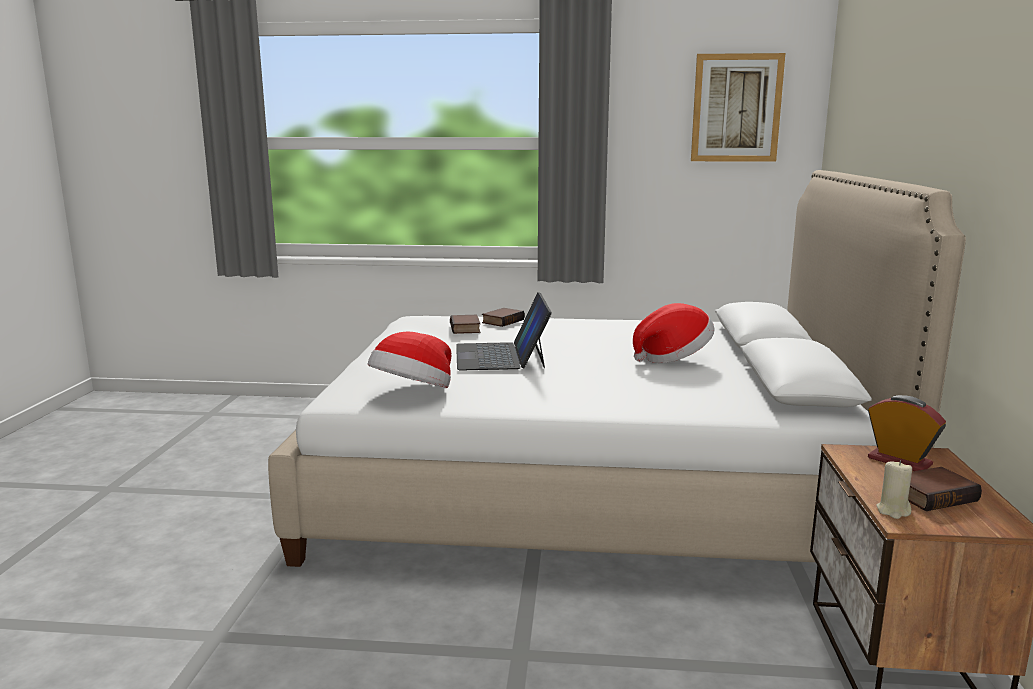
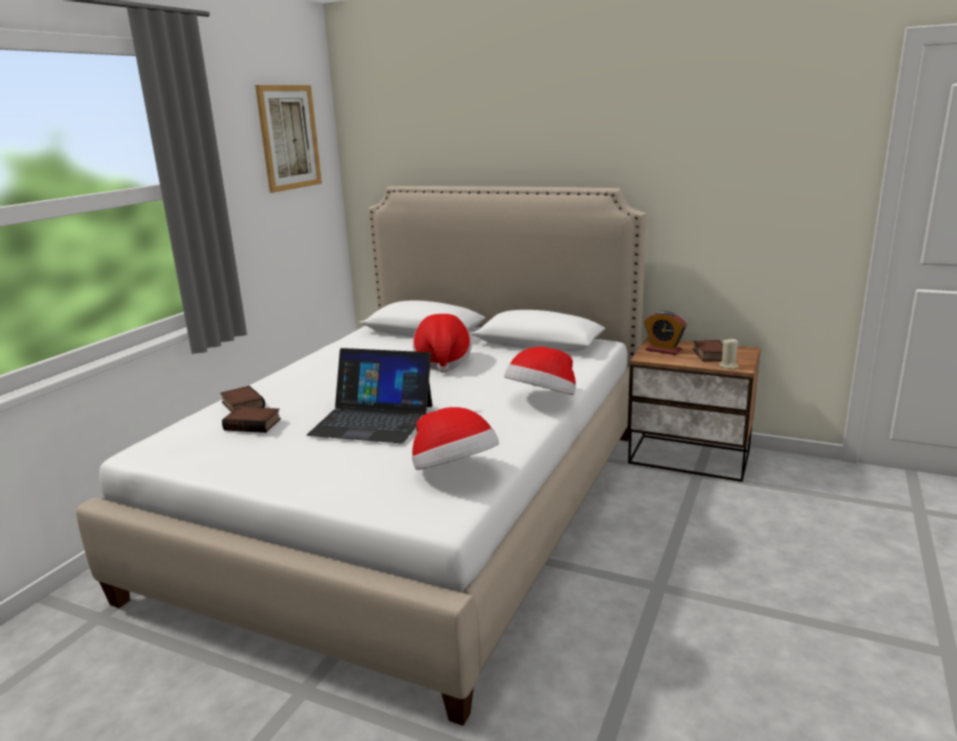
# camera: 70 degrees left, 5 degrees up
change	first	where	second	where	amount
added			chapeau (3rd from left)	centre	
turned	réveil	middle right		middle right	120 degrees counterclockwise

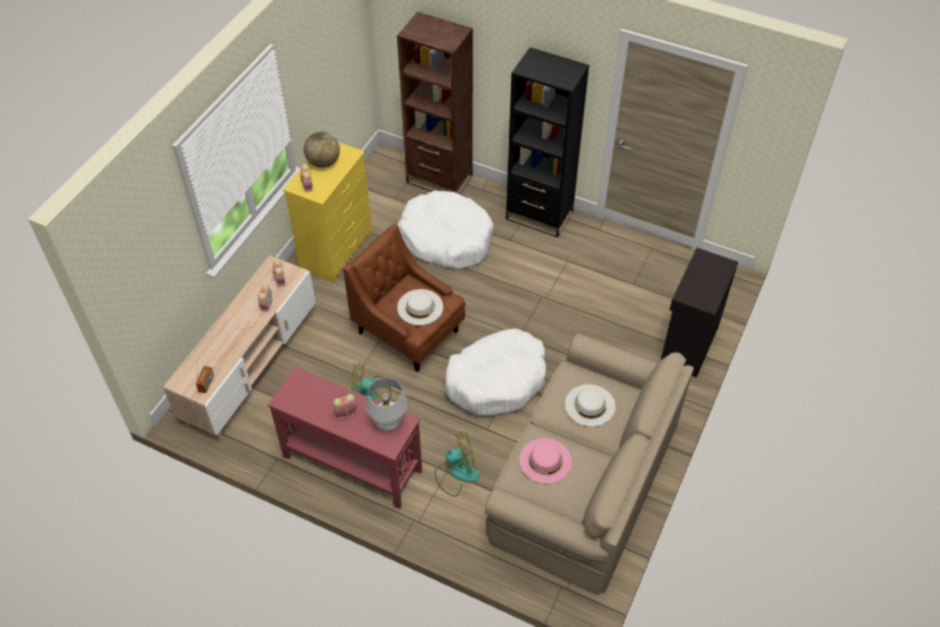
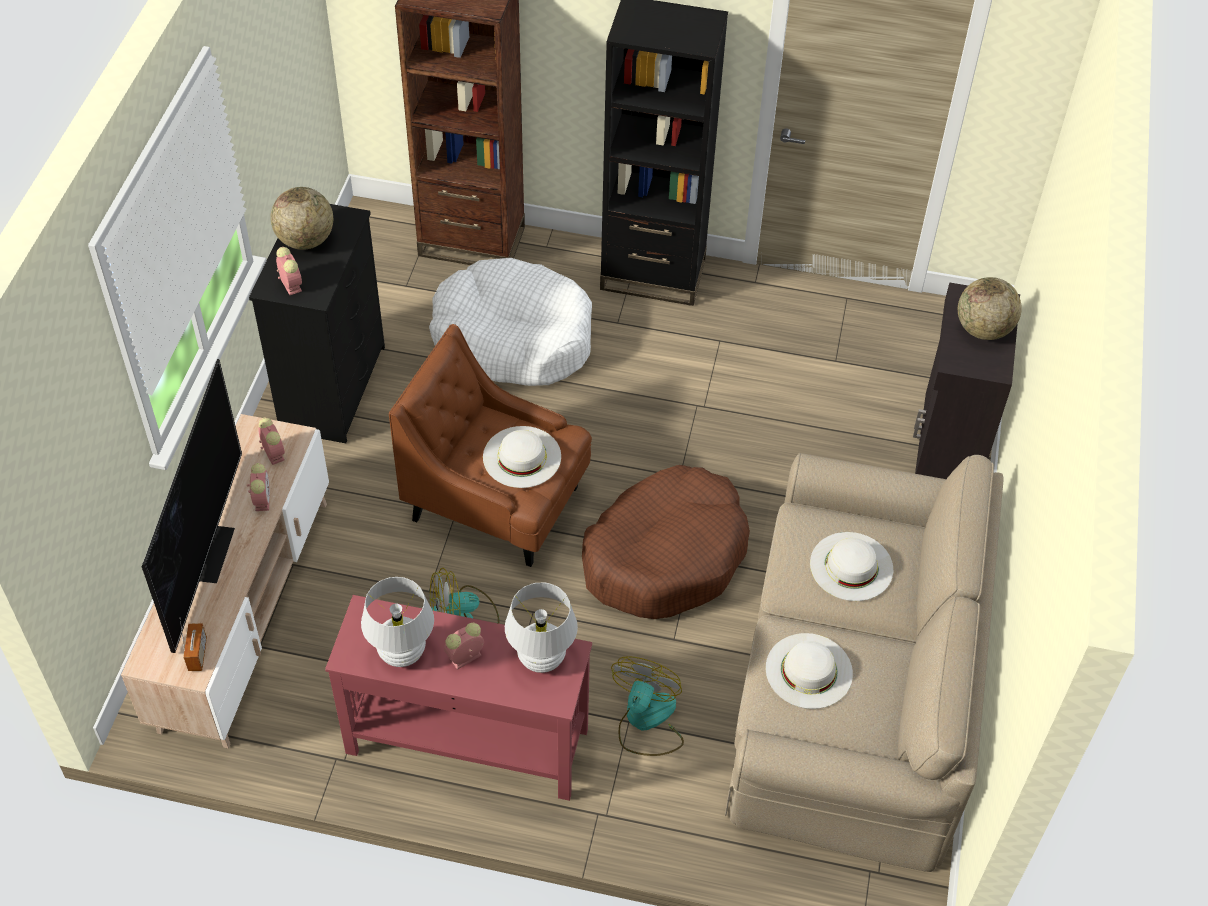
# camera: 15 degrees left, 0 degrees up
change	first	where	second	where	amount
added			téléviseur	middle left	
added			lampe de table [blanc] (1st from left)	bottom left	
added			globe (2nd from left)	middle right	
recoloured	commode [jaune]	centre	commode [noir]	middle left	
recoloured	panier pour chien [blanc] (2nd from left)	centre	panier pour chien [marron]	centre	
recoloured	chapeau [rose]	bottom centre	chapeau [blanc] (2nd from left)	bottom right	
turned	ventilateur (2nd from left)	bottom centre		bottom centre	45 degrees counterclockwise

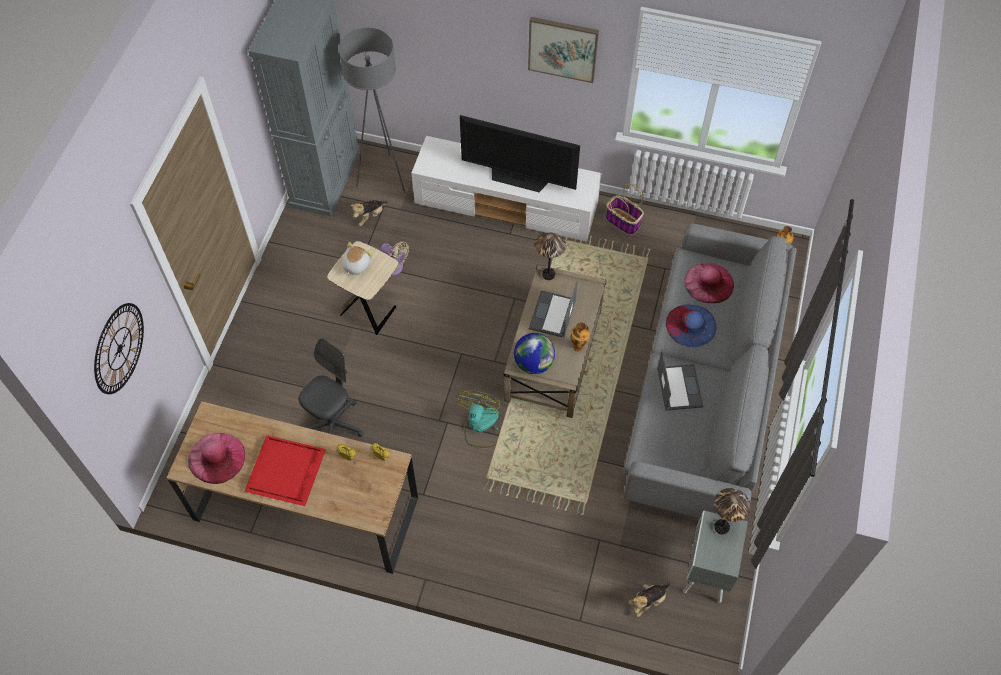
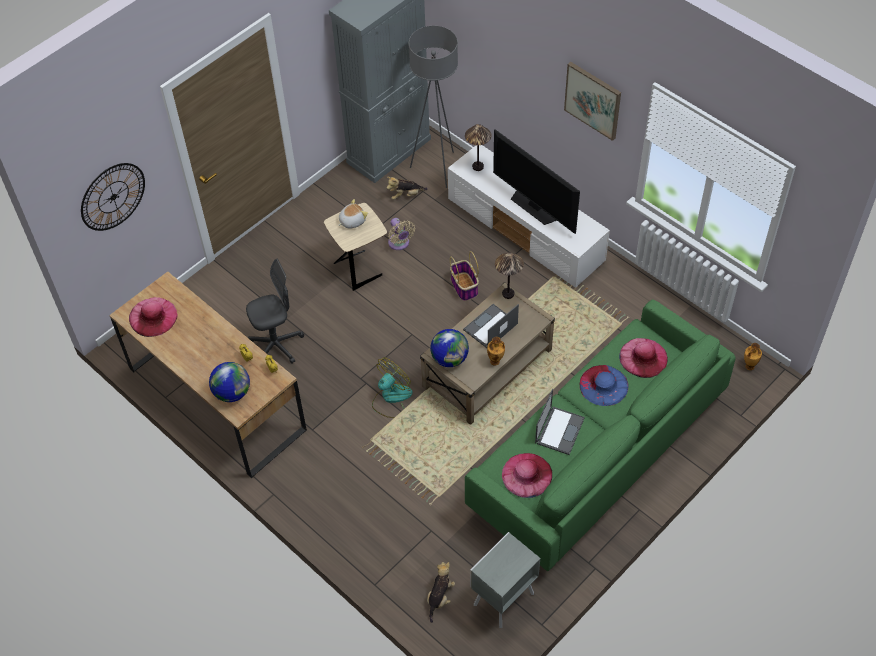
# camera: 30 degrees right, 5 degrees down
change	first	where	second	where	amount
removed	plateau [rouge]	bottom left			
added			globe (1st from left)	middle left	
added			chapeau [rose] (2nd from left)	bottom centre	
moved	panier	top centre		centre	
moved	lampe de table (2nd from left in the first image)	bottom right	lampe de table (1st from left)	top centre	
recoloured	canapé [gris]	middle right	canapé [vert]	middle right	
turned	peluche (3rd from left)	bottom centre		bottom centre	120 degrees clockwise

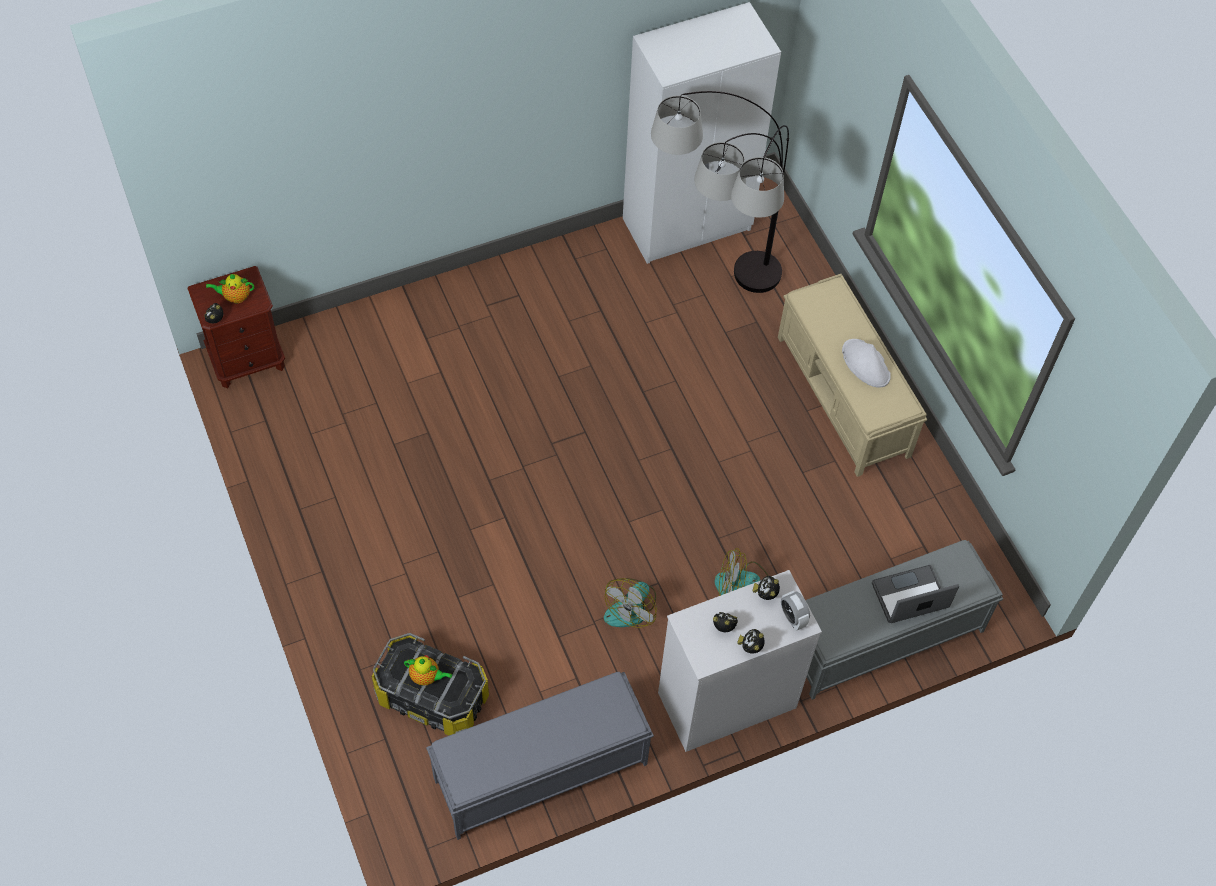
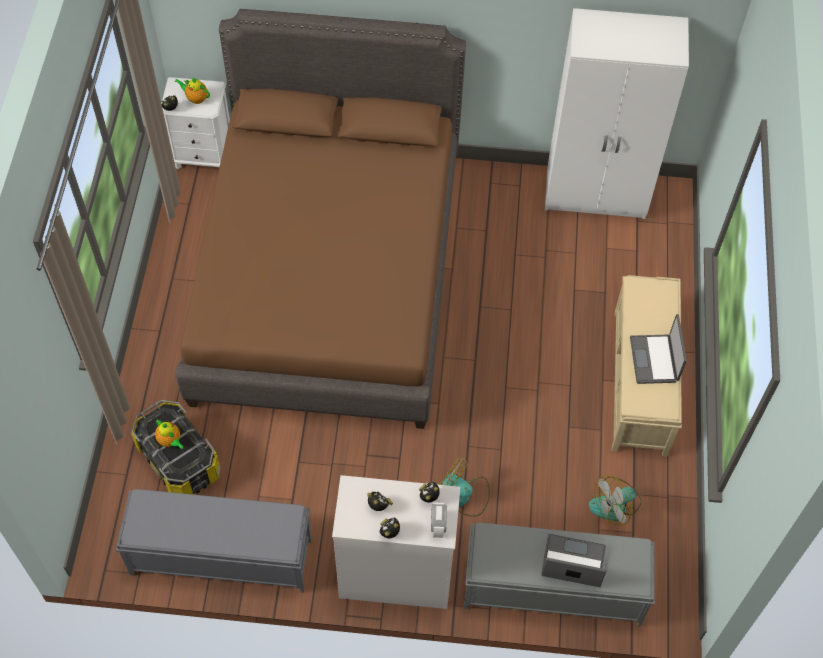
# camera: 30 degrees right, 0 degrees up
change	first	where	second	where	amount
removed	lampadaire	top centre			
added			lit [marron]	top centre	
moved	ventilateur (1st from left in the first image)	bottom centre	ventilateur (2nd from left)	bottom right	
replaced	chapeau [blanc]	middle right	ordinateur portable (2nd from left)	middle right	
recoloured	table de chevet [marron]	middle left	table de chevet [blanc]	top left	

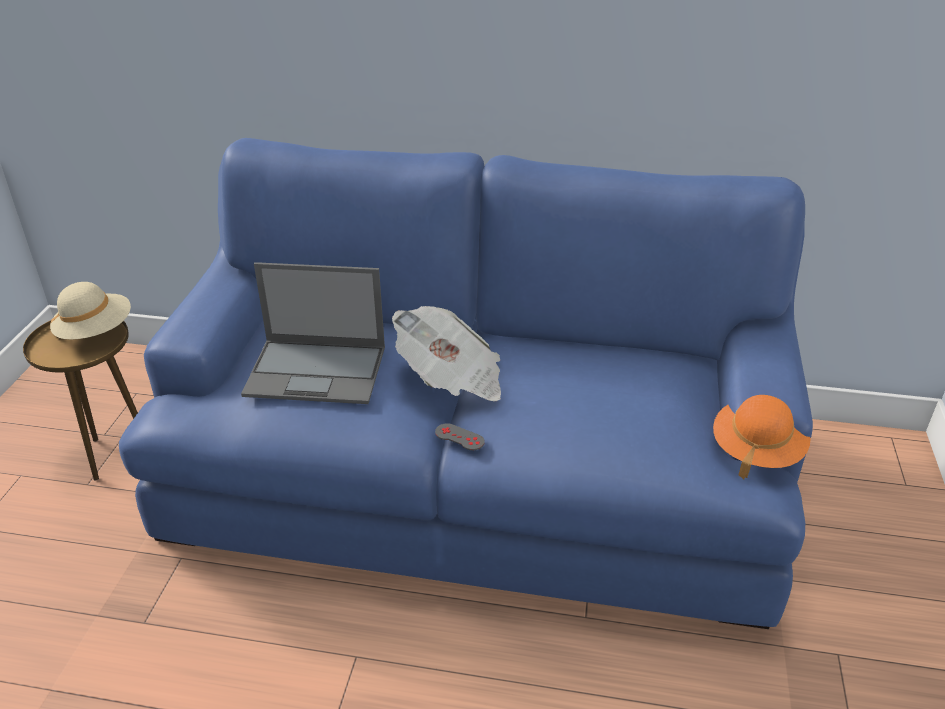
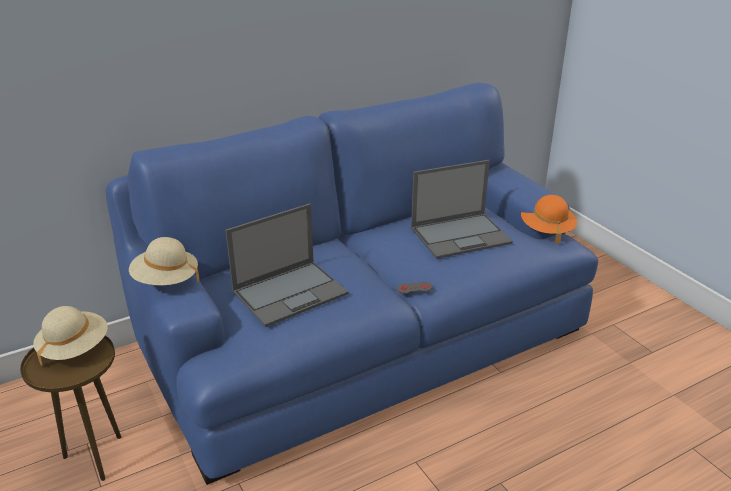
# camera: 40 degrees left, 5 degrees down
change	first	where	second	where	amount
removed	journal	centre			
added			chapeau [beige] (2nd from left)	middle left	
added			ordinateur portable (2nd from left)	centre	

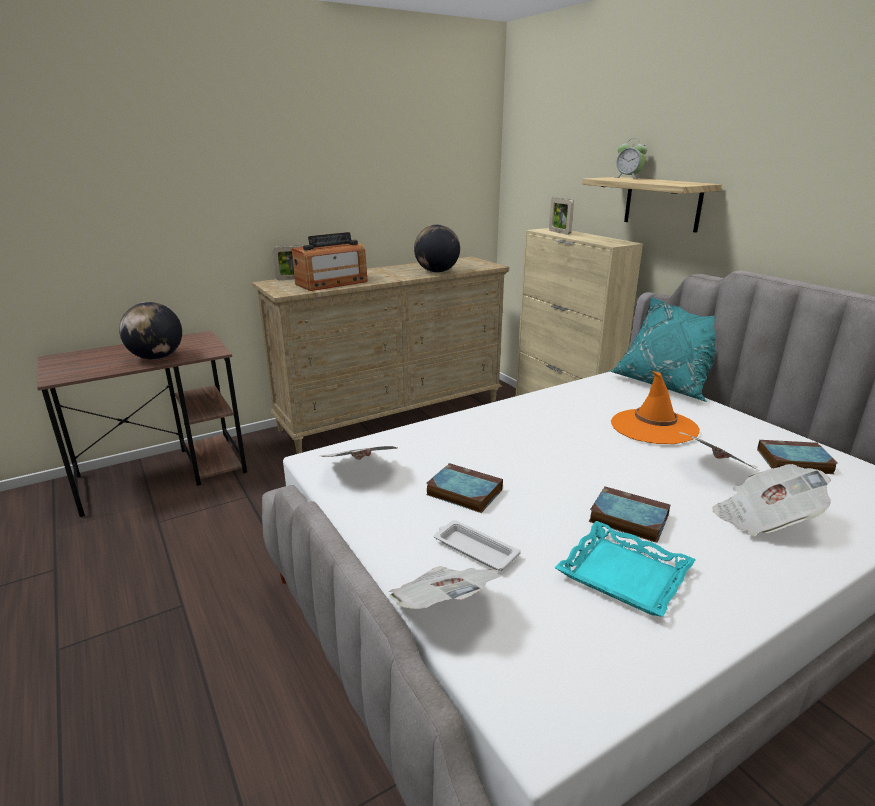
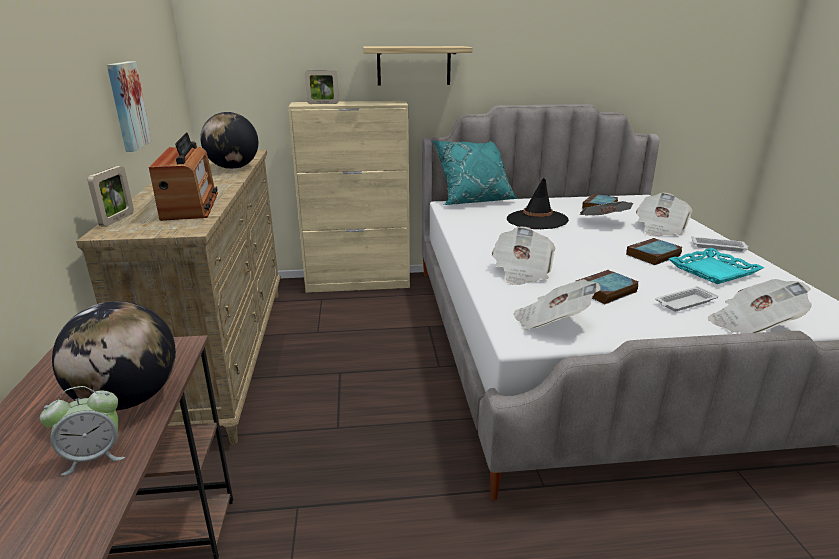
# camera: 65 degrees left, 0 degrees up
change	first	where	second	where	amount
added			tableau	top left	
added			journal (1st from left)	centre	
added			plateau [blanc] (2nd from left)	middle right	
moved	réveil	top right		bottom left	
recoloured	chapeau [orange]	middle right	chapeau [noir]	centre	

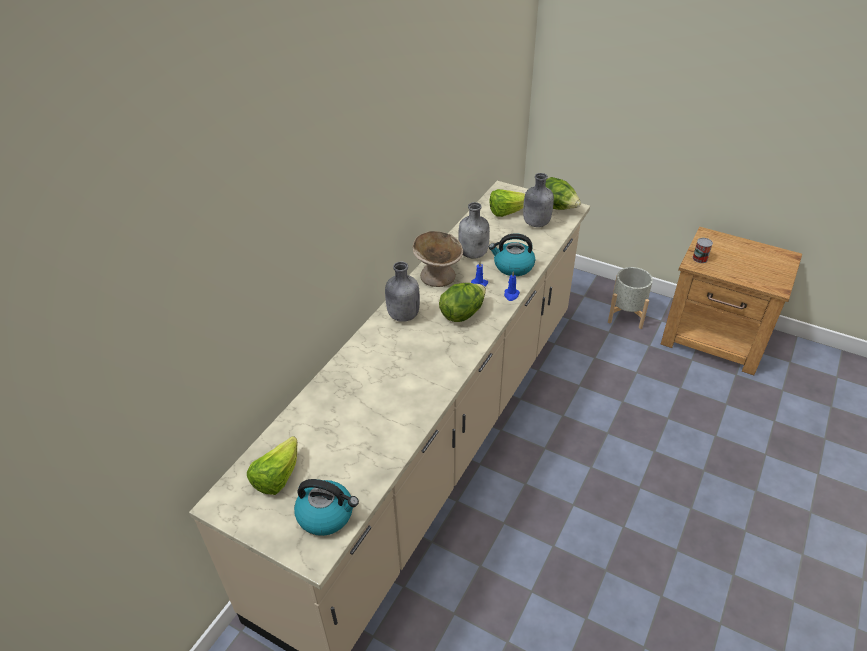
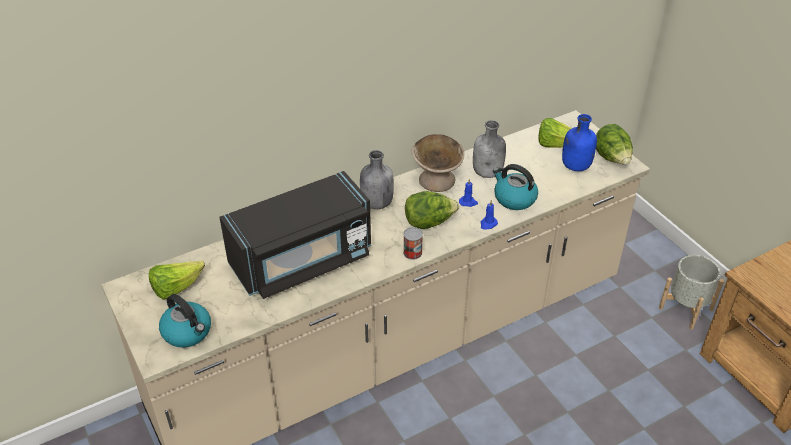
# camera: 30 degrees right, 0 degrees up
change	first	where	second	where	amount
added			micro-ondes [noir]	centre	
moved	boîte métallique	middle right		centre	
recoloured	bouteille [gris] (3rd from left)	top centre	bouteille [bleu]	top right	

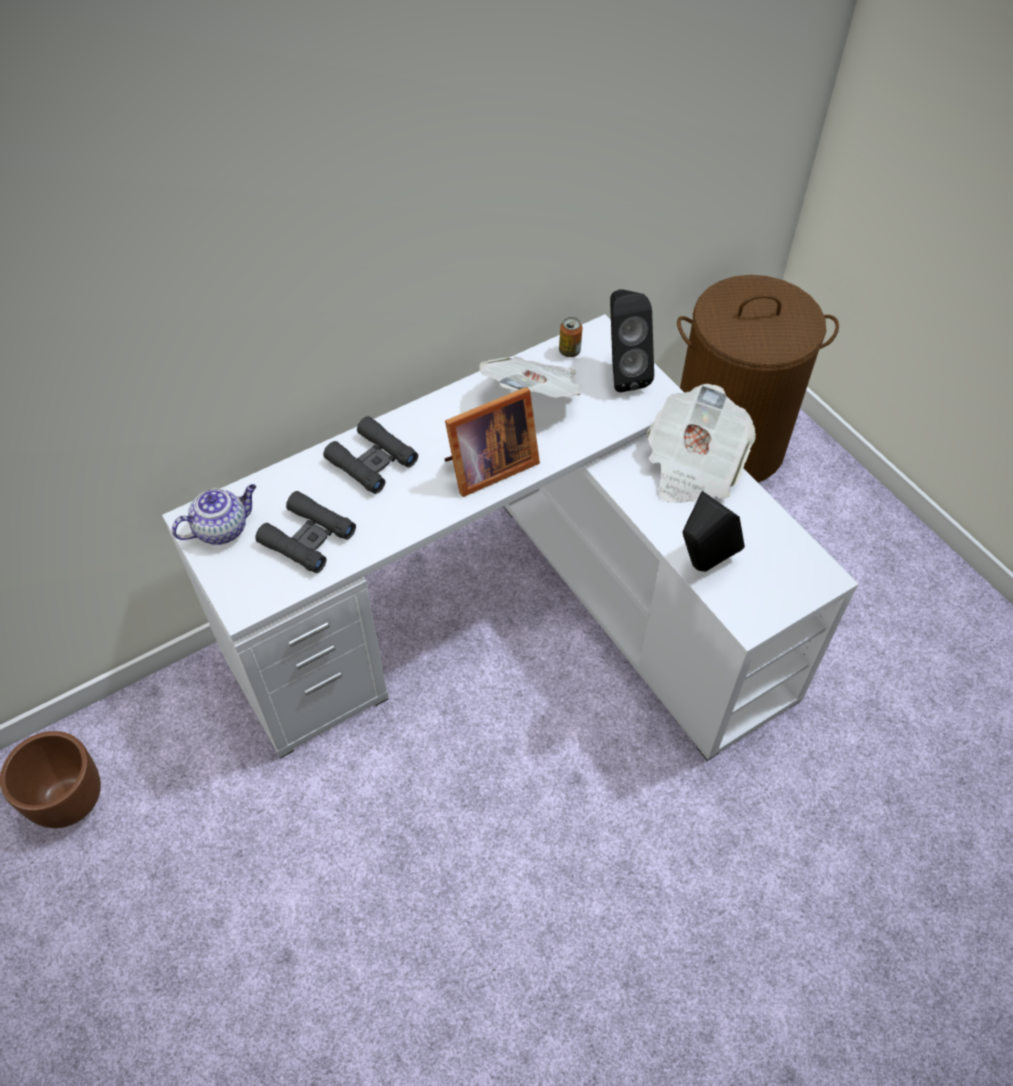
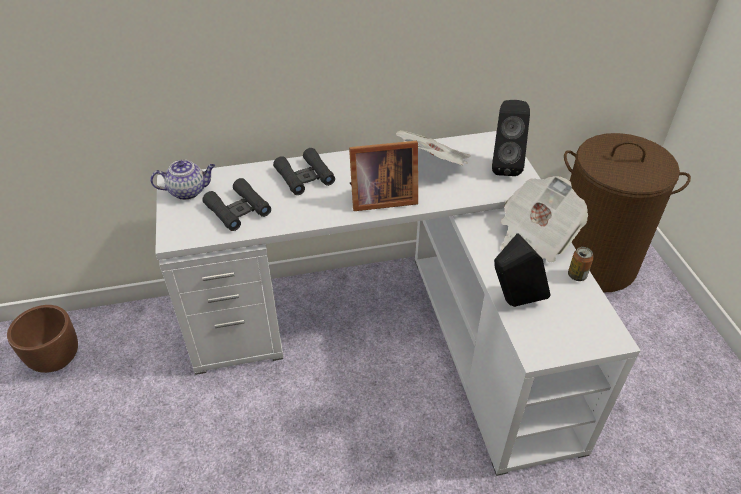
# camera: 20 degrees right, 10 degrees down
change	first	where	second	where	amount
moved	boîte métallique	top centre		middle right	

